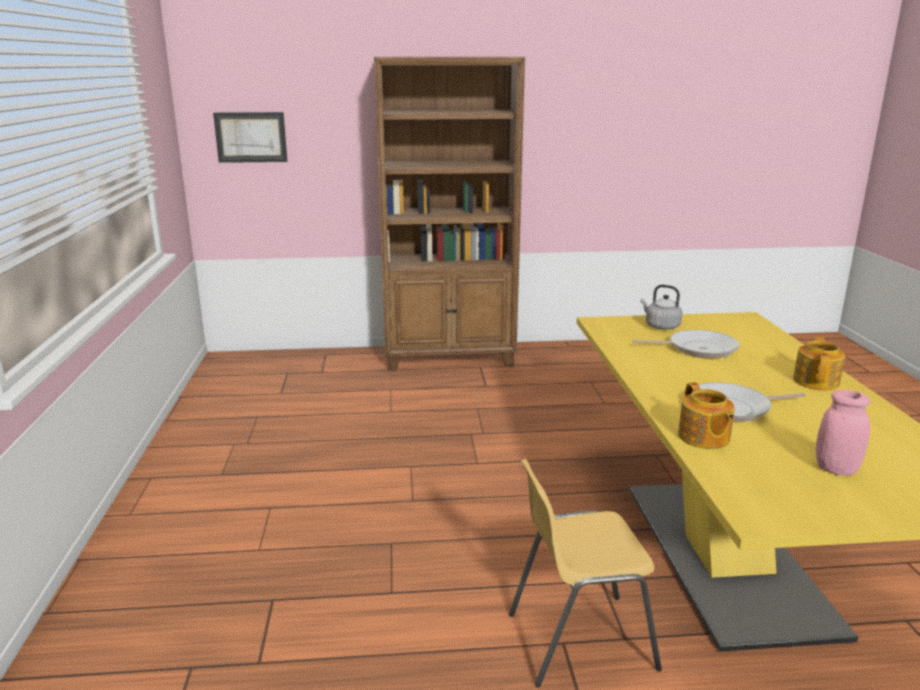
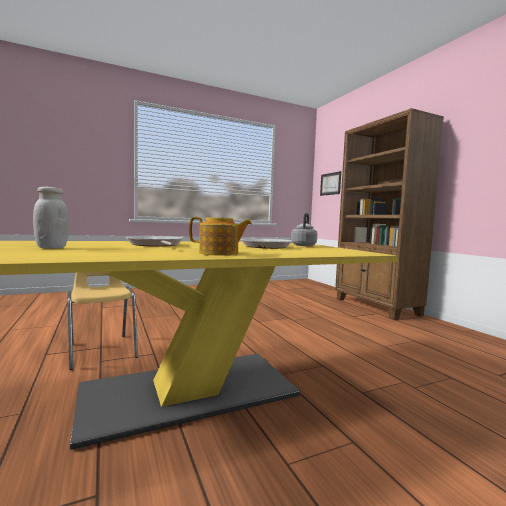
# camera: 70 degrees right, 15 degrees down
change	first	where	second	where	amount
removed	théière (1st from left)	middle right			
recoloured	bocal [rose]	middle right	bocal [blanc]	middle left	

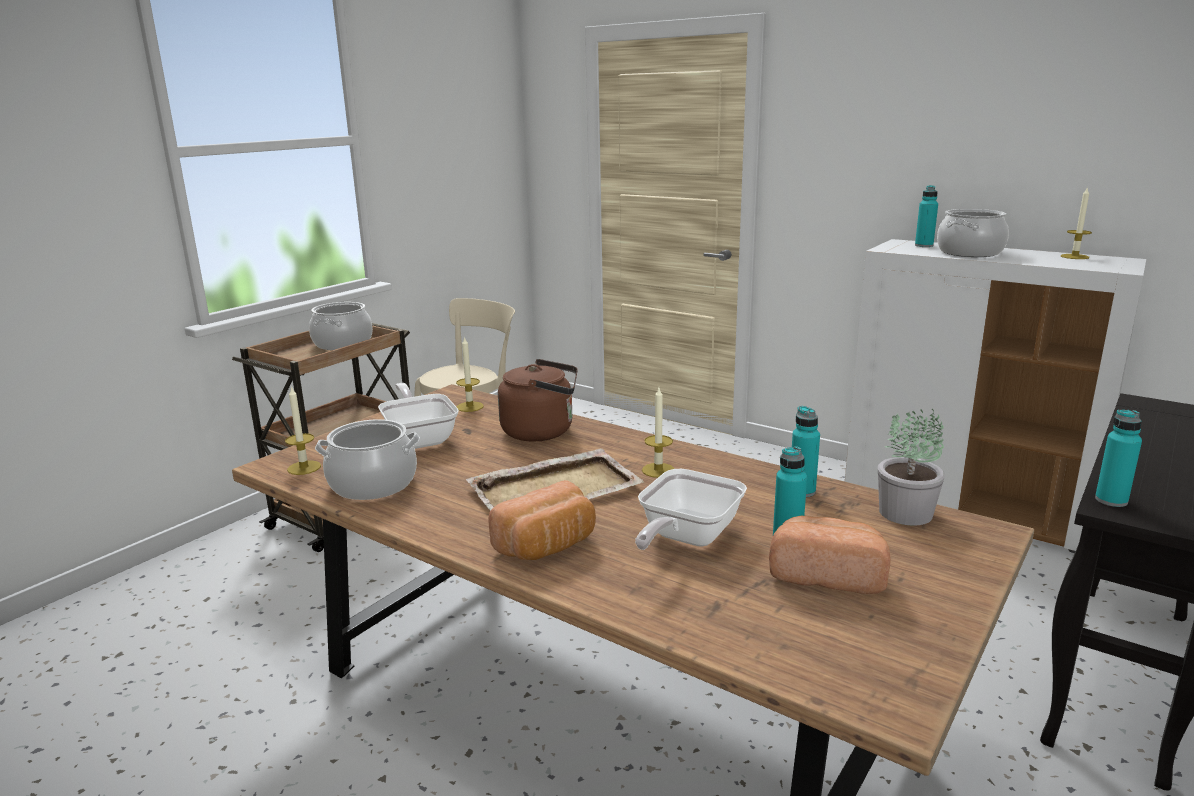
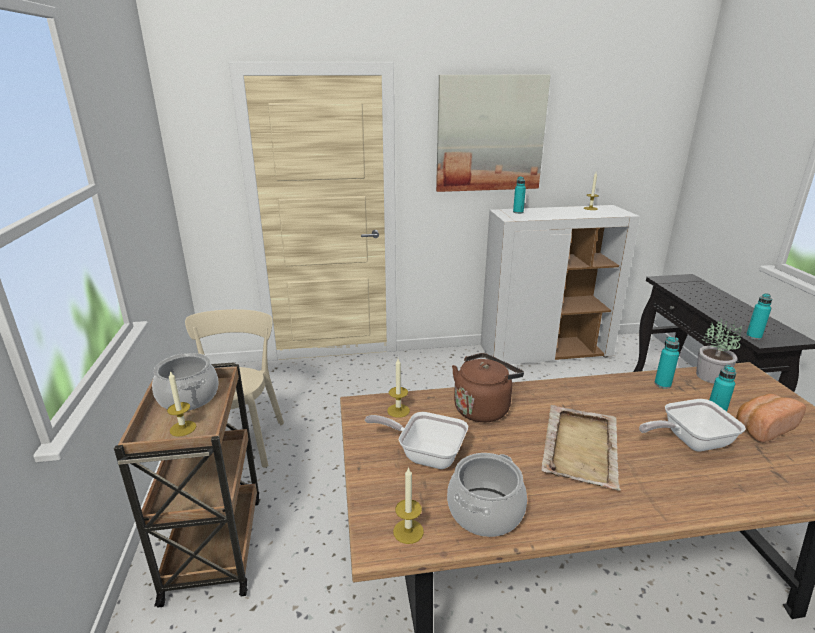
# camera: 45 degrees left, 5 degrees up
change	first	where	second	where	amount
removed	pain (1st from left)	centre			
removed	marmite (3rd from left)	top right			
added			tableau	top centre	
moved	bougie (3rd from left in the first image)	centre	bougie (1st from left)	middle left	
turned	poêle (2nd from left)	centre		bottom right	90 degrees clockwise

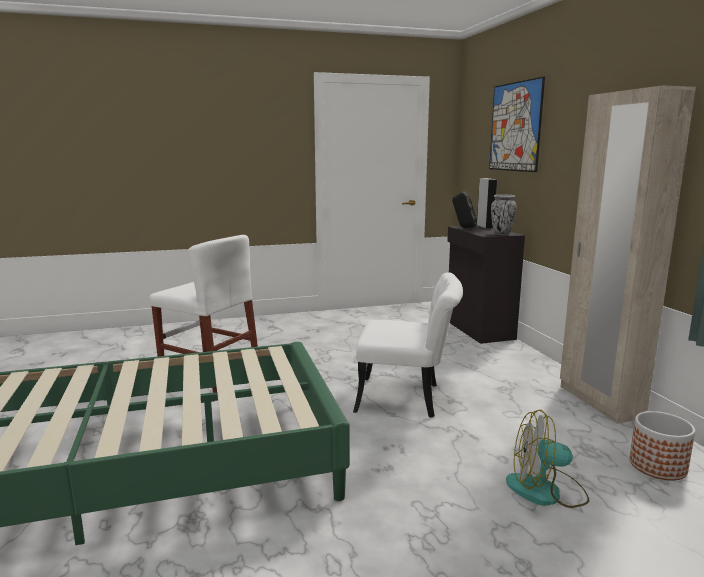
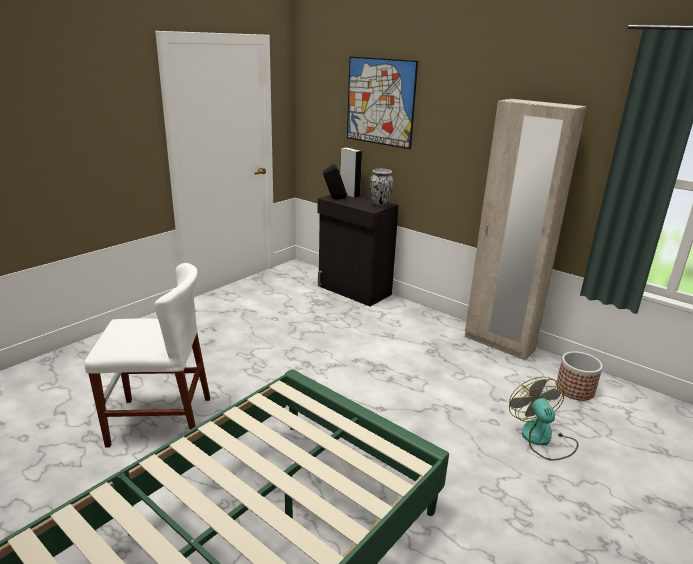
# camera: 35 degrees left, 10 degrees up
change	first	where	second	where	amount
removed	chaise [blanc] (2nd from left)	centre			
turned	ventilateur	bottom right		bottom right	105 degrees clockwise

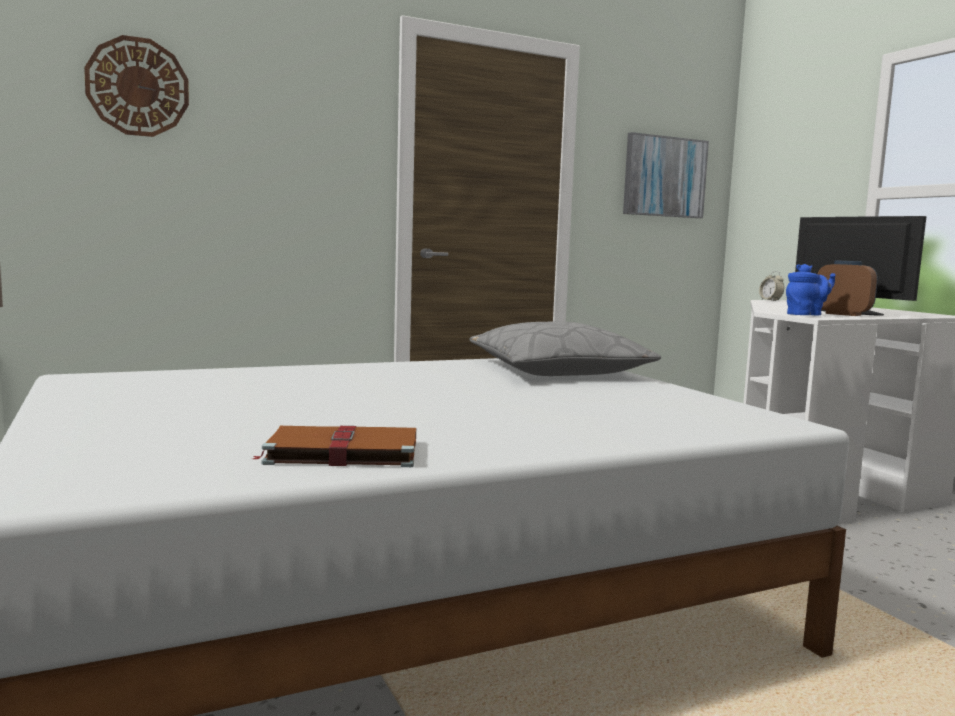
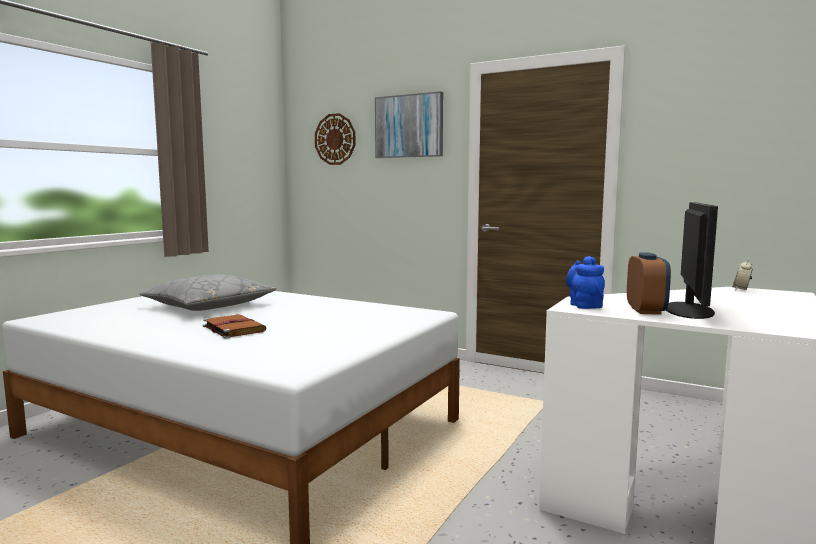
# camera: 55 degrees right, 0 degrees up
change	first	where	second	where	amount
moved	livre [marron]	centre		middle left	
moved	coussin [gris]	centre		middle left	
moved	tableau	top right		top centre	
turned	théière [bleu]	middle right		middle right	135 degrees counterclockwise

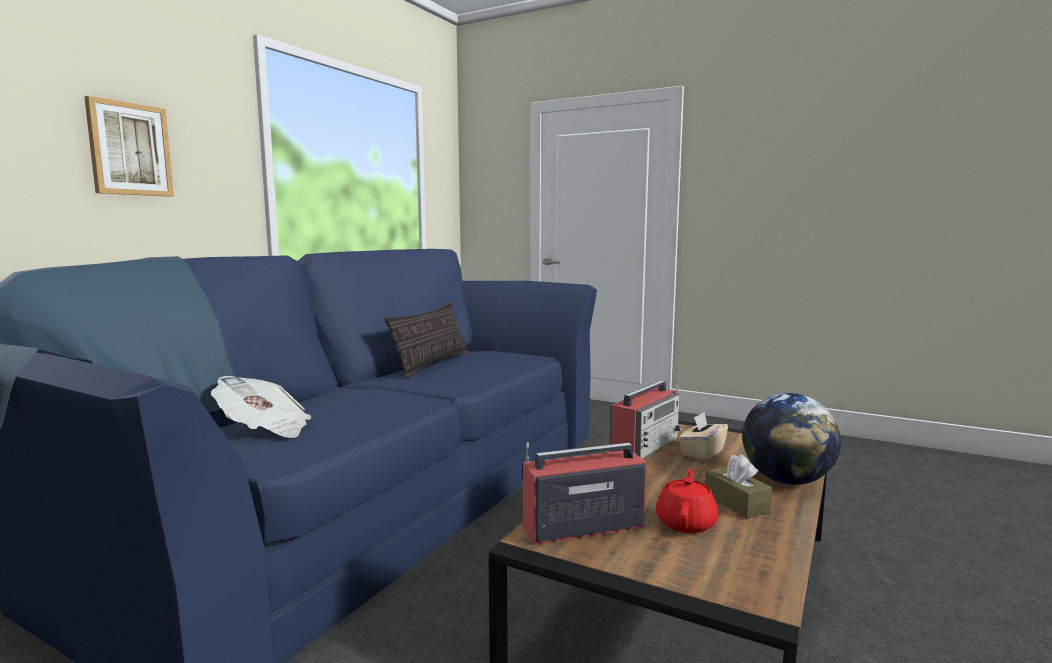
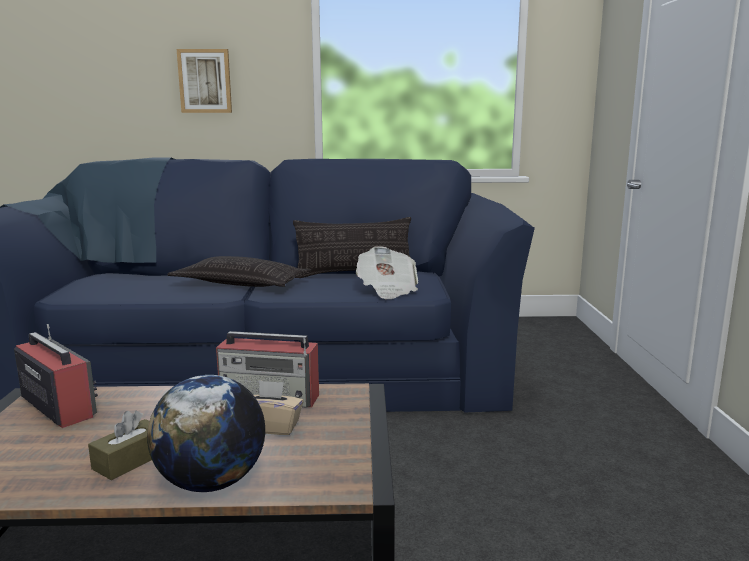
# camera: 60 degrees right, 5 degrees up
change	first	where	second	where	amount
removed	théière [rouge]	bottom centre			
added			coussin (1st from left)	middle left	
moved	journal	middle left		centre	

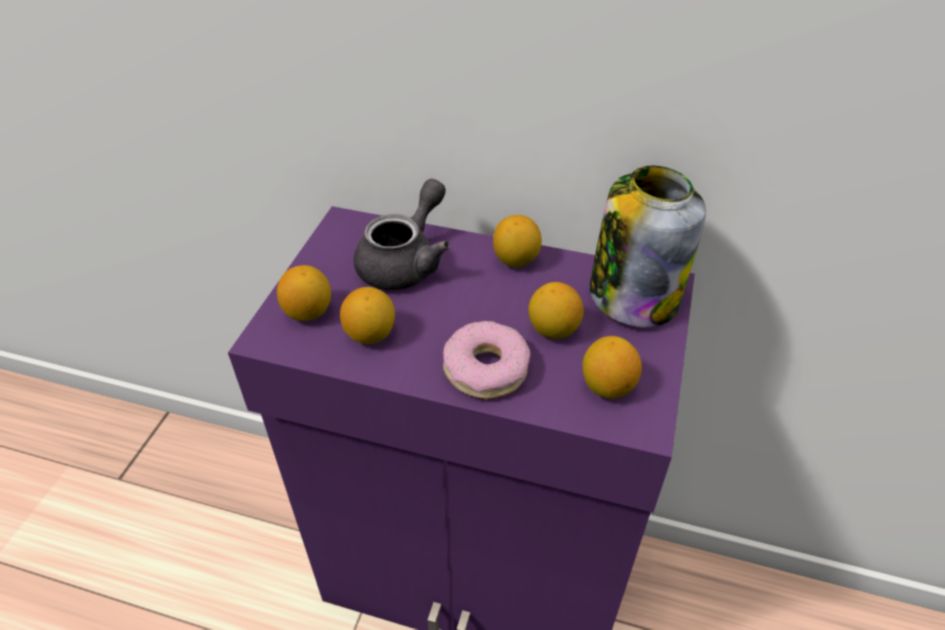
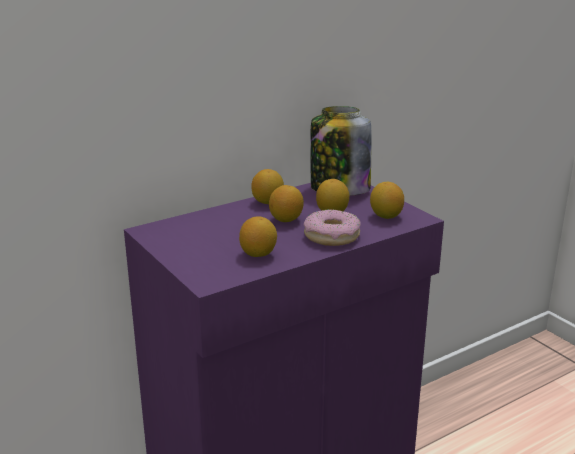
# camera: 50 degrees left, 20 degrees down
change	first	where	second	where	amount
removed	théière [gris]	centre			
moved	citron (1st from left in the first image)	middle left	citron (3rd from left)	centre	

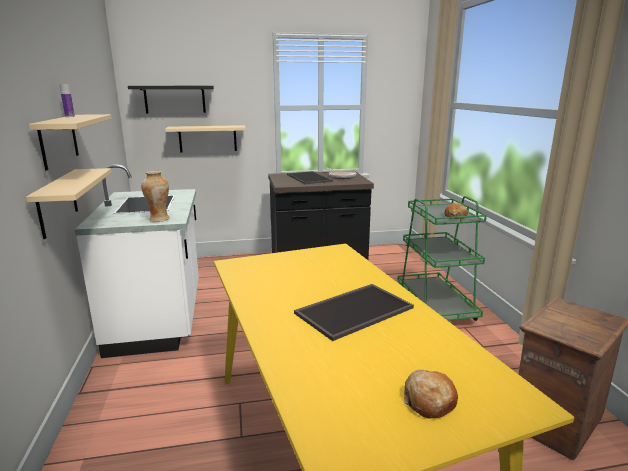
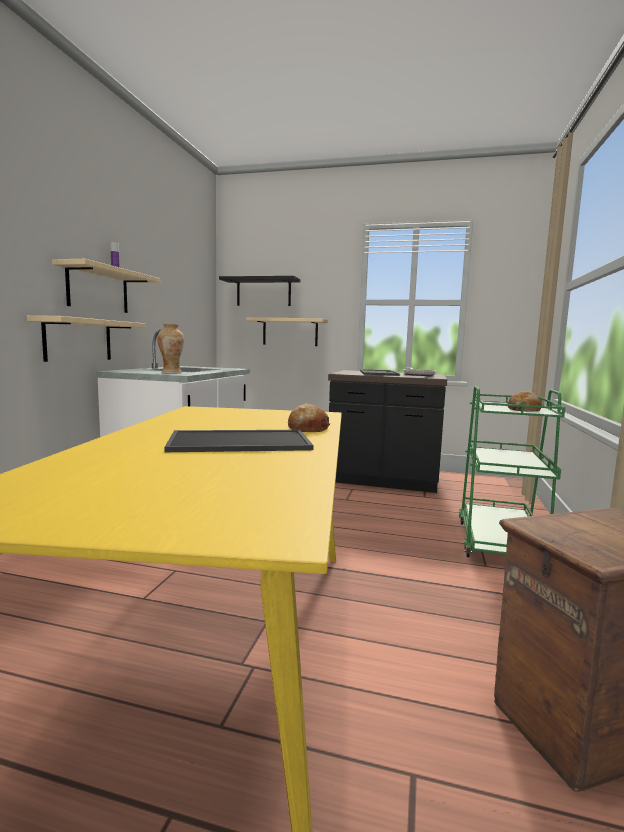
# camera: 25 degrees right, 10 degrees down
change	first	where	second	where	amount
moved	pain (1st from left)	bottom right		centre	

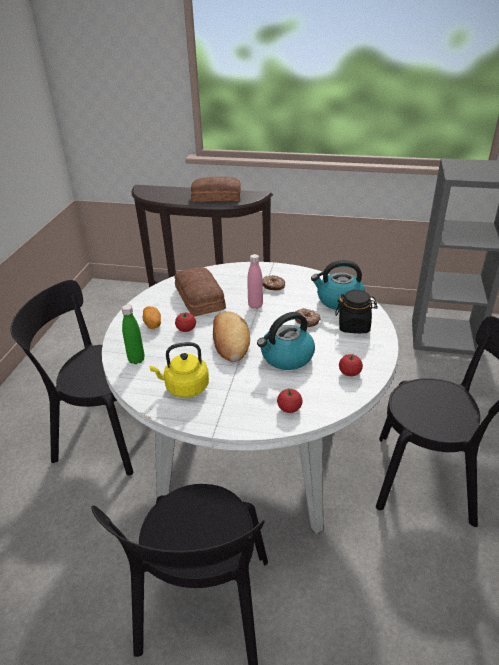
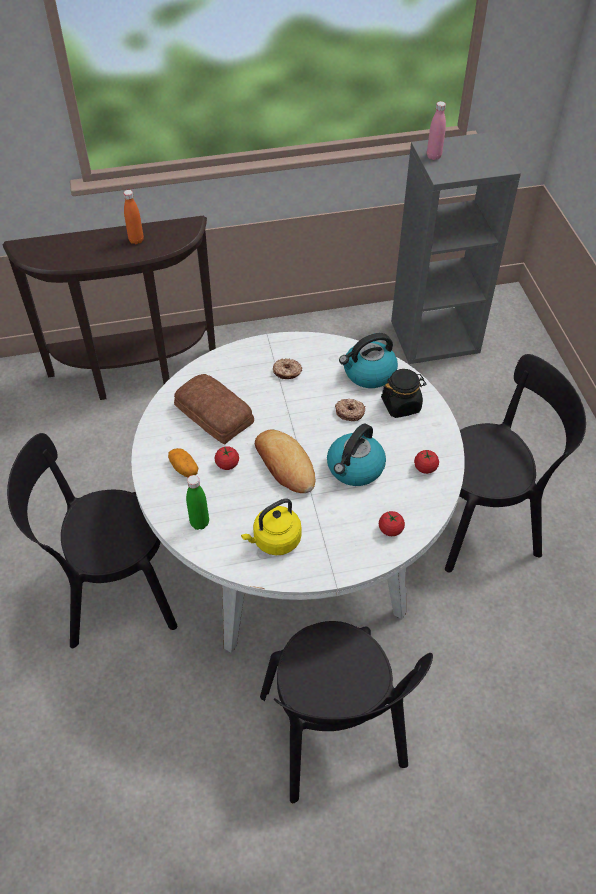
# camera: 25 degrees left, 15 degrees up
change	first	where	second	where	amount
moved	bouteille [rose]	centre		top right	
replaced	pain (2nd from left)	top centre	bouteille [orange]	top left	

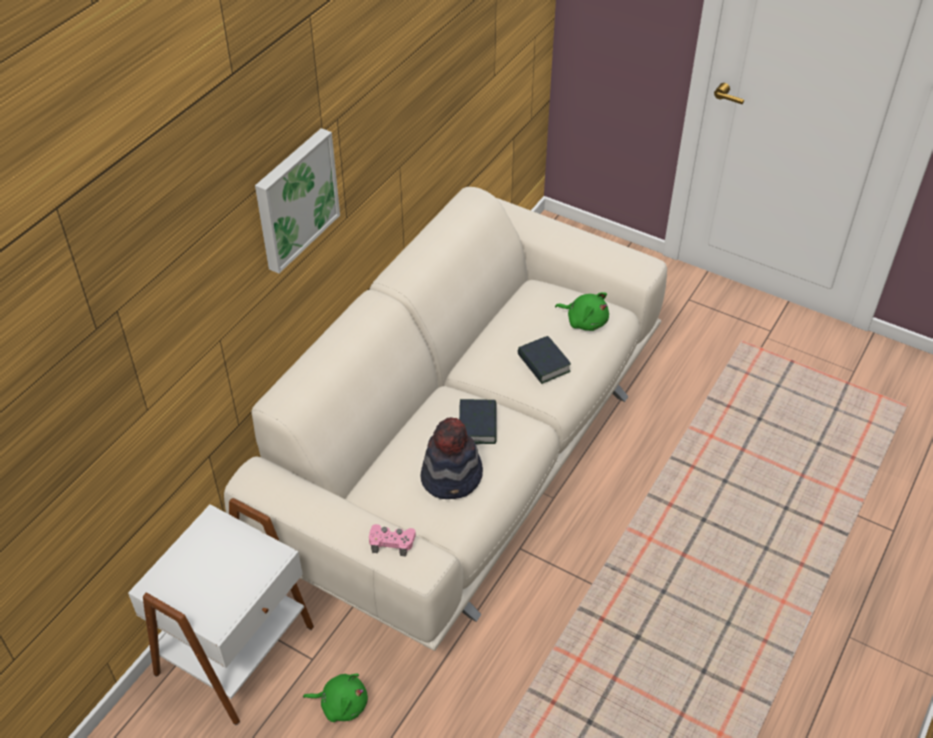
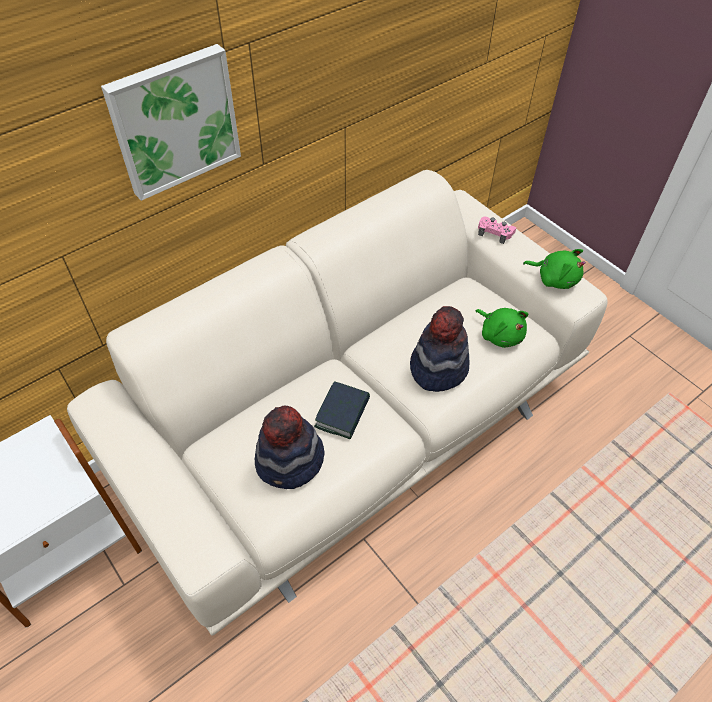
# camera: 20 degrees right, 5 degrees up
change	first	where	second	where	amount
moved	peluche [vert] (1st from left in the first image)	bottom centre	peluche [vert] (2nd from left)	middle right	
moved	manette [rose]	bottom centre		top right	
replaced	livre (2nd from left)	centre	chapeau (2nd from left)	centre	

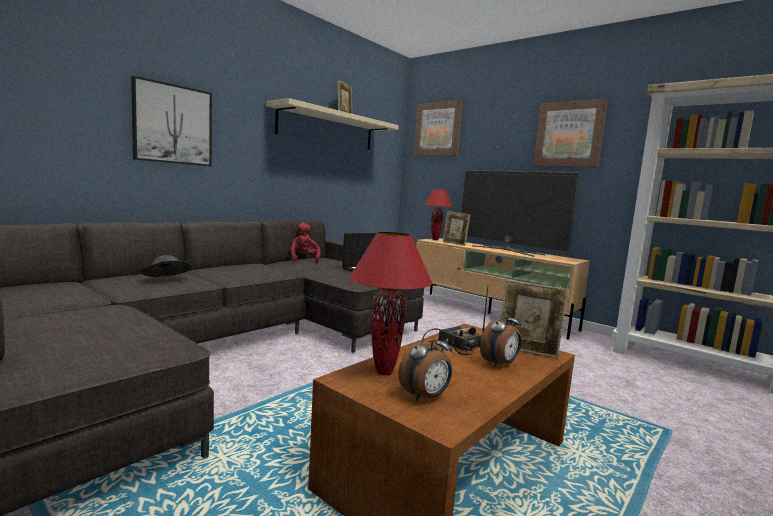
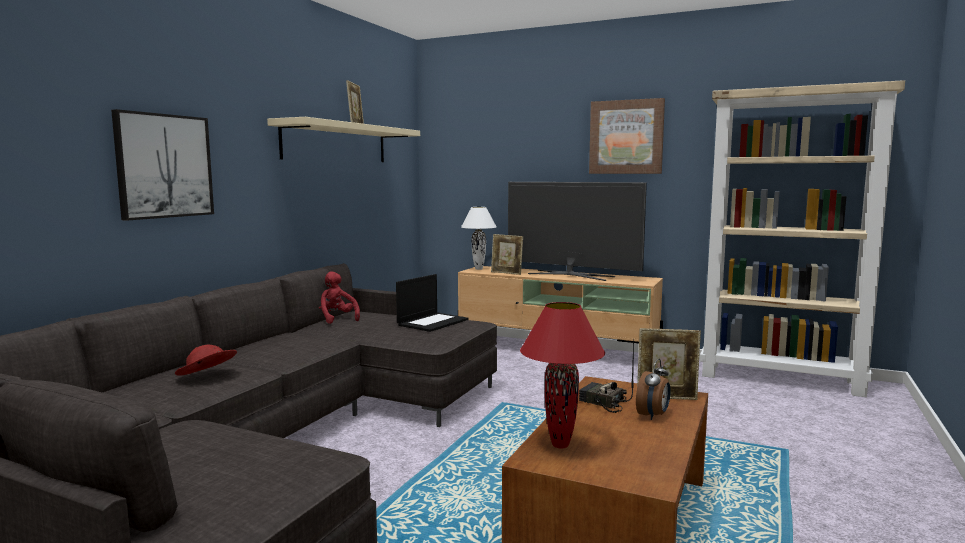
# camera: 15 degrees left, 0 degrees up
change	first	where	second	where	amount
removed	réveil (1st from left)	bottom centre			
removed	tableau (2nd from left)	top centre			
recoloured	chapeau [gris]	middle left	chapeau [rouge]	middle left	
recoloured	lampe de table [rouge] (2nd from left)	centre	lampe de table [blanc]	centre	

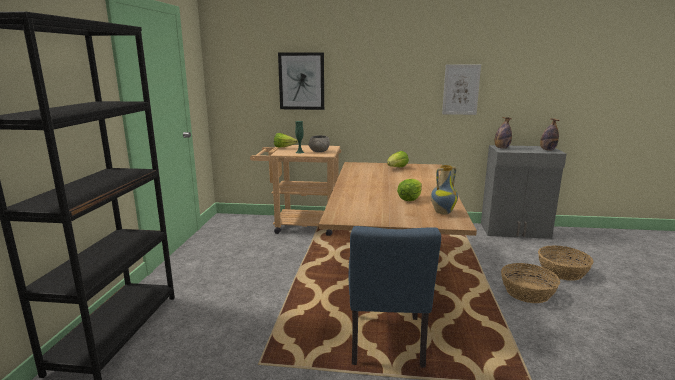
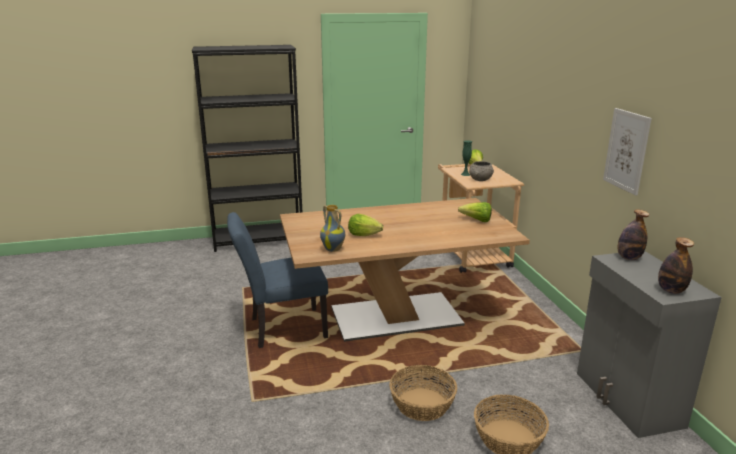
# camera: 70 degrees right, 5 degrees up
change	first	where	second	where	amount
removed	tableau (1st from left)	top centre			

